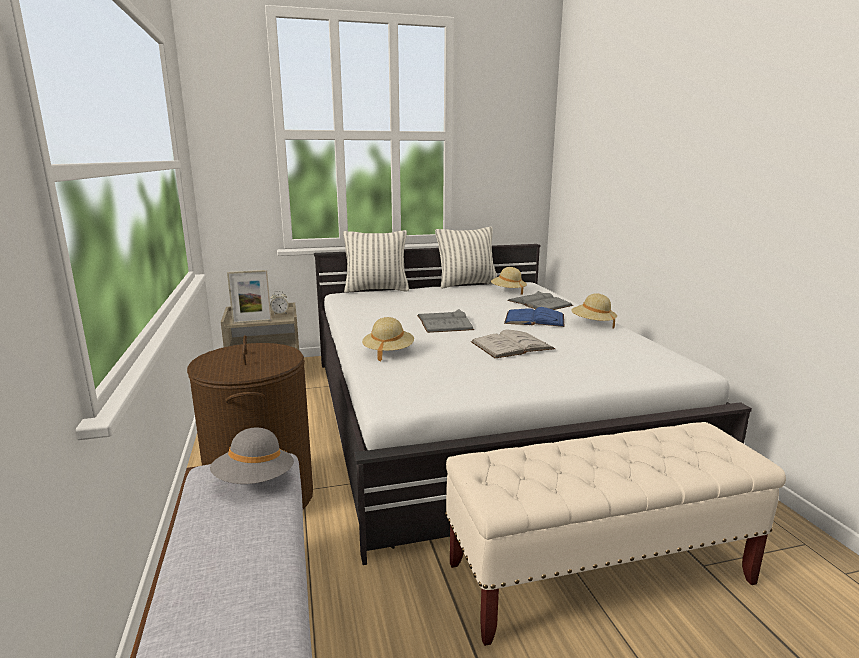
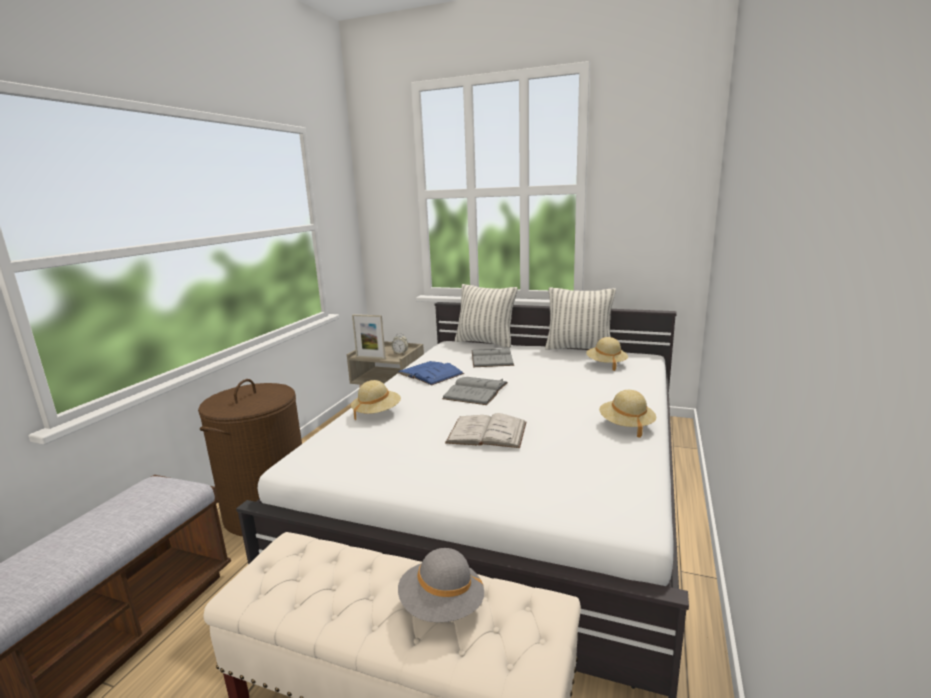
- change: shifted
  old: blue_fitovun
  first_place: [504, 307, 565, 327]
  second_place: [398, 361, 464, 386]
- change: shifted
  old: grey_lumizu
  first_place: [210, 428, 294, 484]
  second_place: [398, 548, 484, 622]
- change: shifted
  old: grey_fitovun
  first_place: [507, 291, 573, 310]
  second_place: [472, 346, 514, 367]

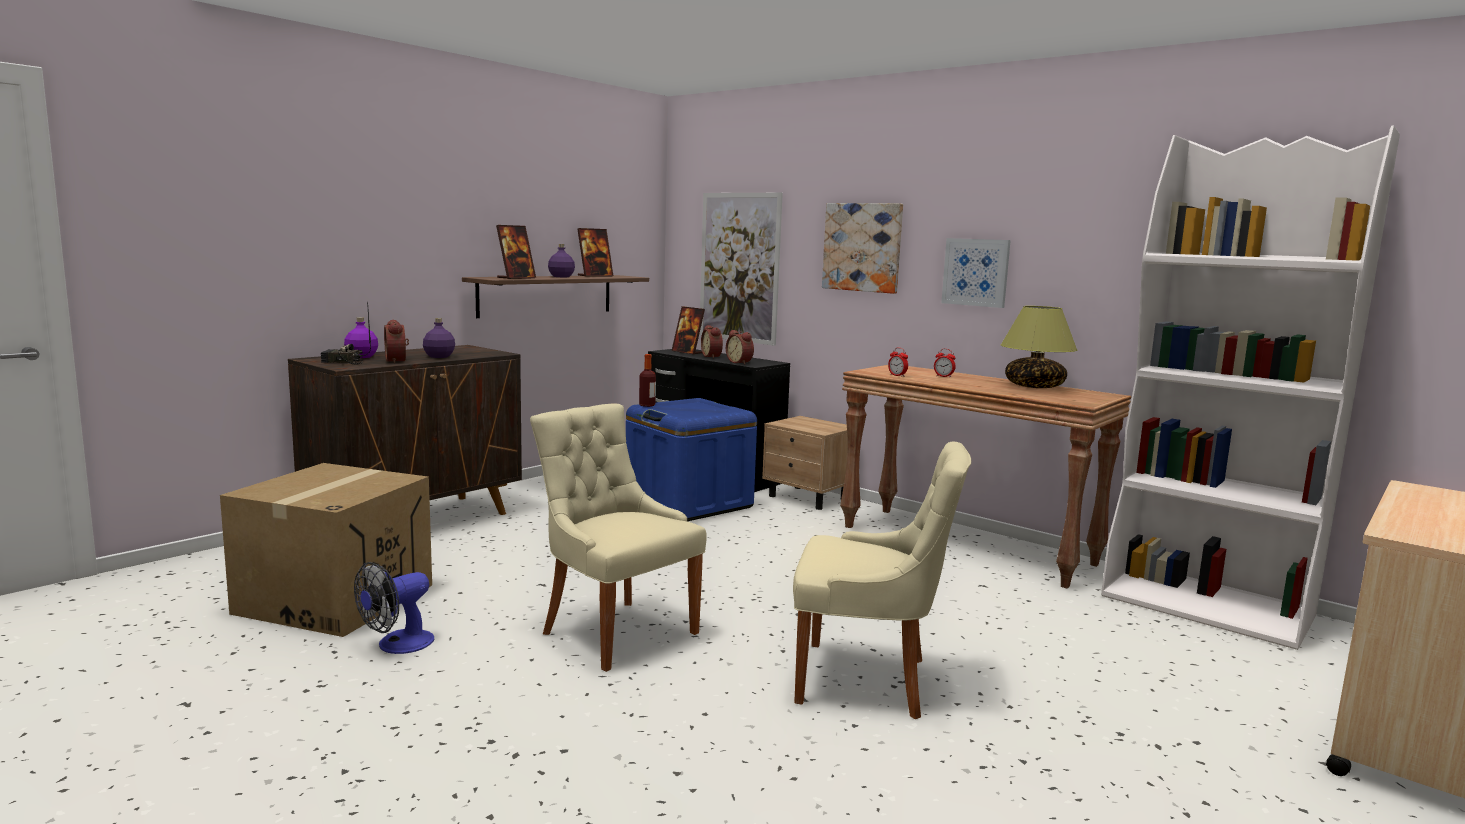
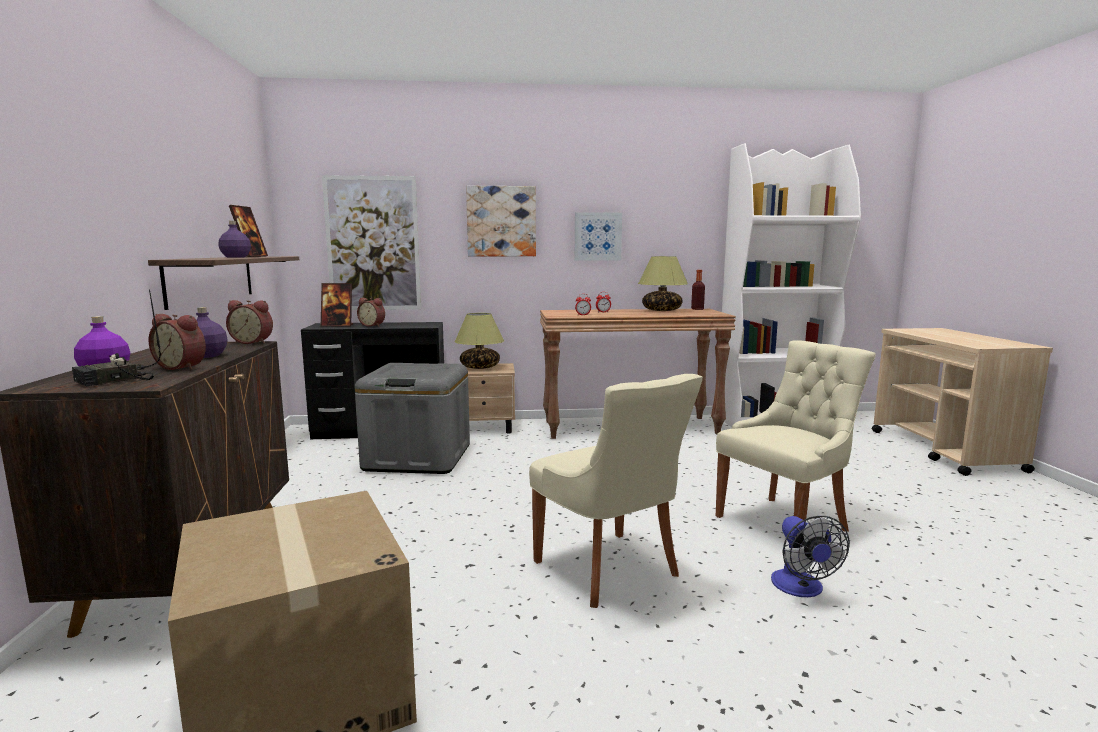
- change: shifted
  old: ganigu
  first_place: [726, 330, 754, 364]
  second_place: [226, 300, 273, 344]
- change: repainted
  old: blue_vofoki
  new: grey_vofoki
  first_place: [626, 398, 757, 521]
  second_place: [355, 363, 470, 474]
- change: new
  new: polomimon
  second_place: [454, 313, 504, 369]
- change: rotated
  old: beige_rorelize
  first_place: [530, 404, 707, 672]
  second_place: [529, 374, 703, 608]
  degrees: -120
- change: shifted
  old: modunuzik
  first_place: [639, 354, 656, 407]
  second_place: [691, 270, 705, 310]
- change: shifted
  old: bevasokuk
  first_place: [354, 562, 434, 654]
  second_place: [771, 516, 850, 597]
- change: gone
  old: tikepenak
  first_place: [496, 225, 536, 279]

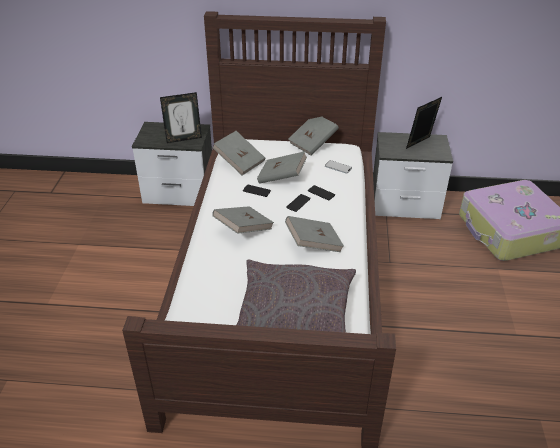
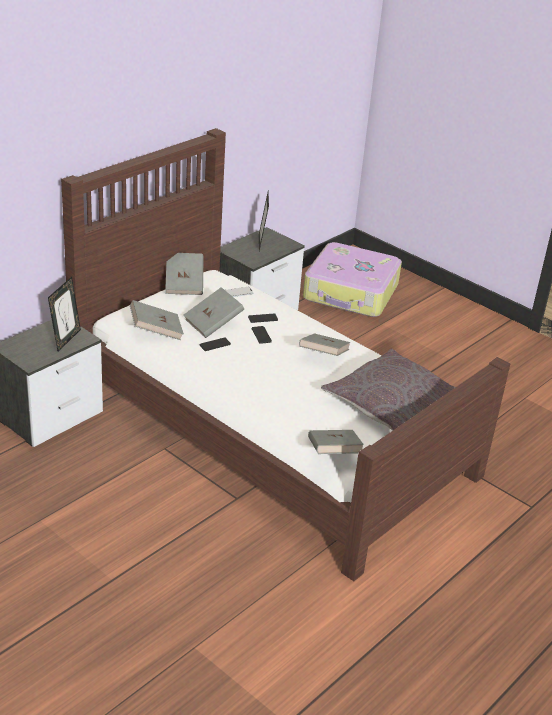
- change: shifted
  old: grey_fitovun
  first_place: [212, 206, 274, 234]
  second_place: [308, 430, 364, 454]

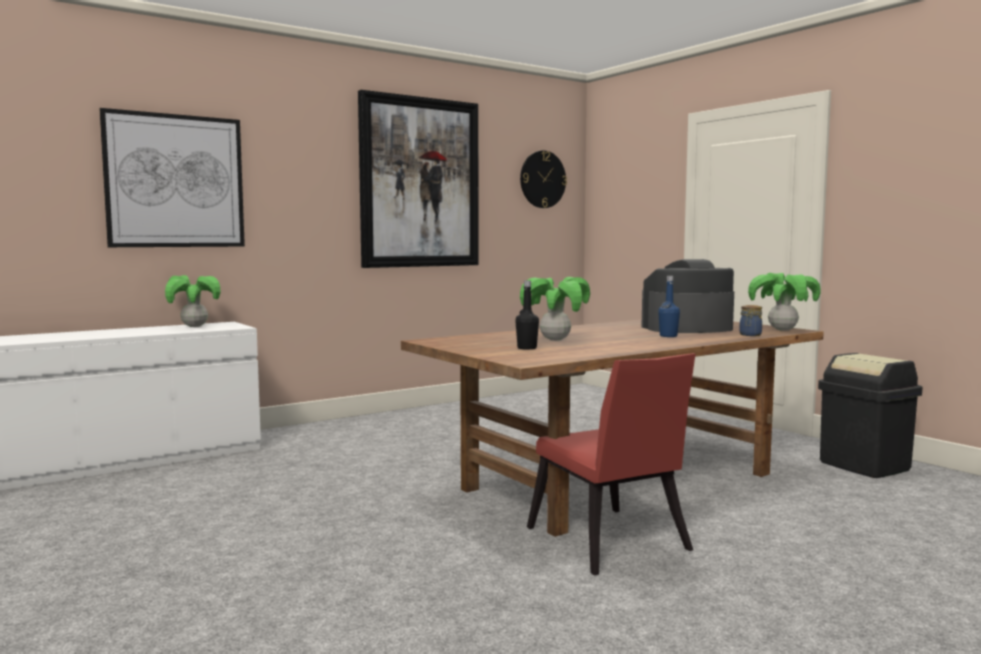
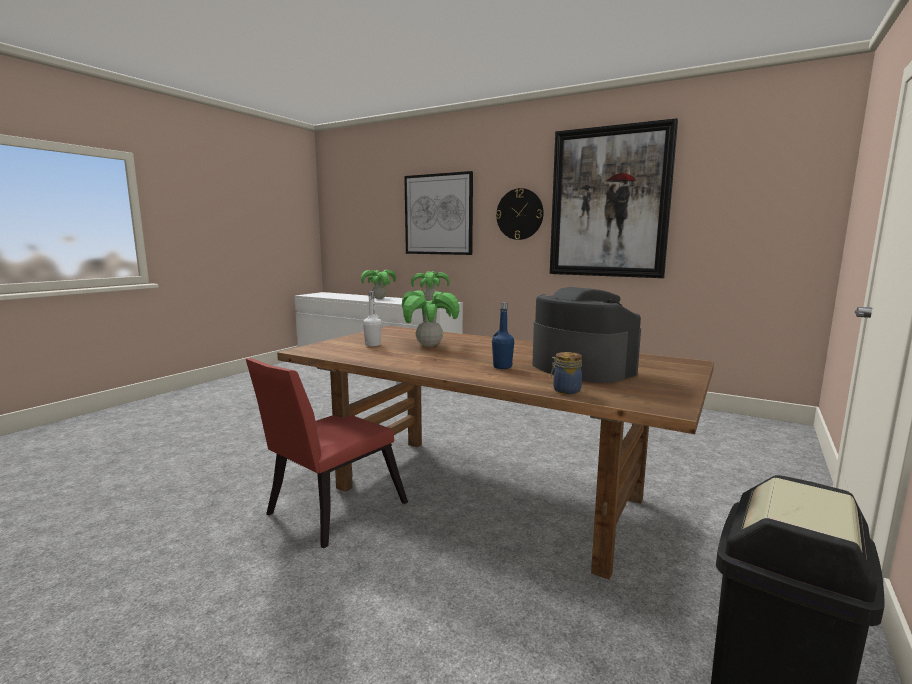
- change: shifted
  old: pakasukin
  first_place: [748, 273, 821, 331]
  second_place: [361, 270, 396, 299]
- change: repainted
  old: black_modunuzik
  new: white_modunuzik
  first_place: [515, 280, 539, 350]
  second_place: [363, 291, 382, 346]
- change: shifted
  old: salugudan
  first_place: [520, 151, 567, 208]
  second_place: [496, 188, 544, 240]

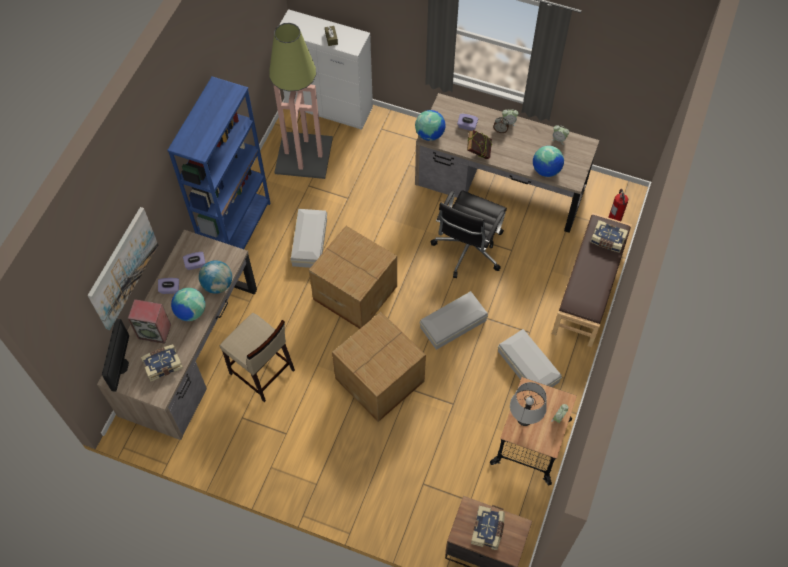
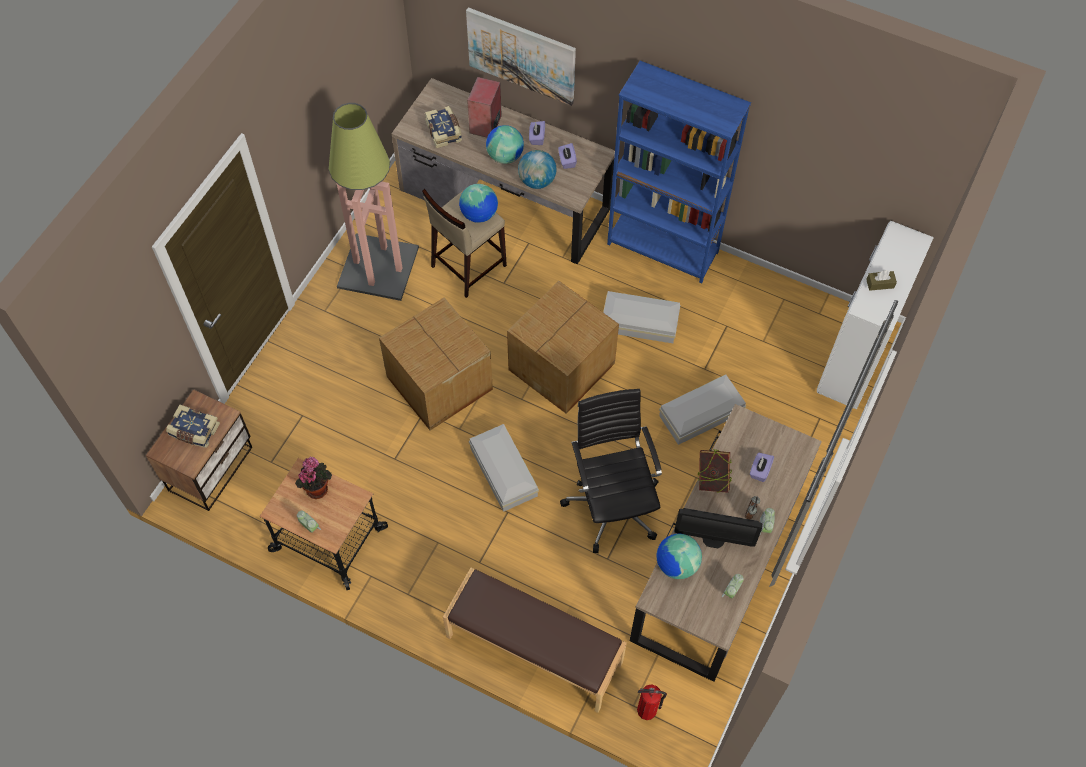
- change: swapped
  old: grey_polomimon
  new: pakasukin
  first_place: [510, 382, 547, 426]
  second_place: [295, 457, 332, 499]
- change: shifted
  old: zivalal
  first_place: [269, 23, 333, 179]
  second_place: [328, 103, 419, 301]
- change: shifted
  old: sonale
  first_place: [415, 110, 446, 141]
  second_place: [459, 184, 498, 223]
- change: rotated
  old: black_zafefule
  first_place: [431, 190, 507, 278]
  second_place: [560, 389, 662, 553]
  degrees: 45
- change: shifted
  old: white_vofoki
  first_place: [498, 329, 562, 387]
  second_place: [659, 375, 746, 445]
- change: shifted
  old: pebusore
  first_place: [102, 319, 129, 392]
  second_place: [675, 508, 762, 549]
- change: gone
  old: fitovun
  first_place: [590, 220, 628, 253]

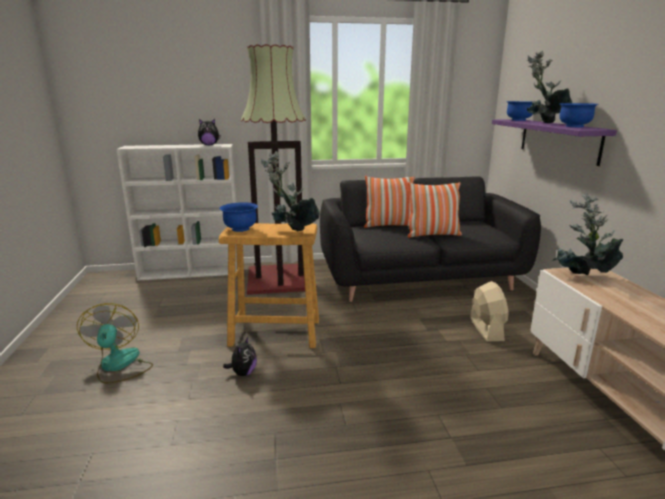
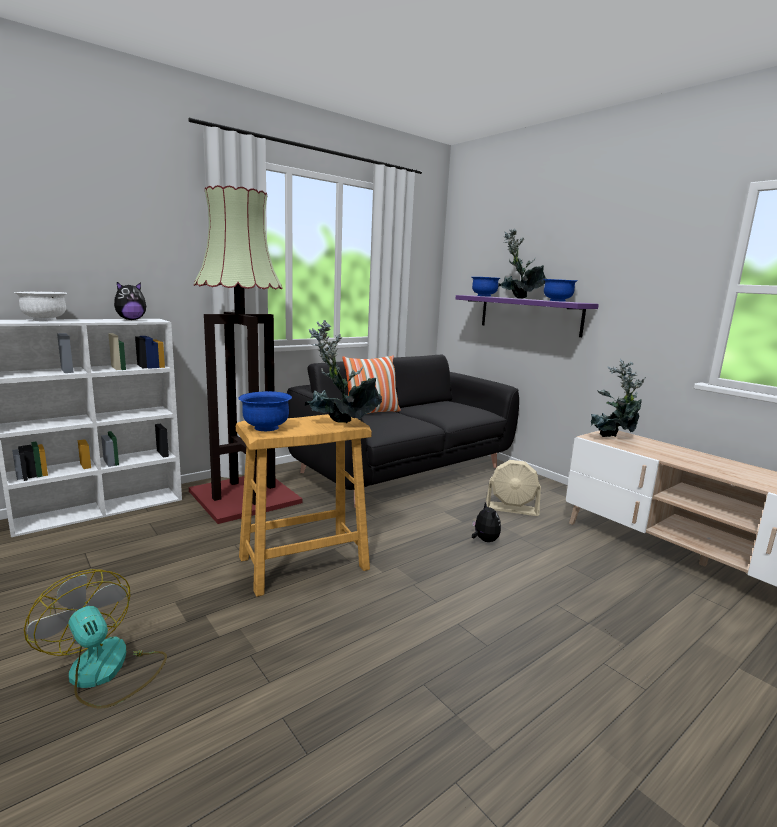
- change: new
  new: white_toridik
  second_place: [14, 292, 67, 321]
- change: shifted
  old: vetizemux
  first_place: [223, 337, 257, 376]
  second_place: [472, 502, 501, 542]
- change: rotated
  old: beige_bevasokuk
  first_place: [470, 281, 509, 342]
  second_place: [486, 460, 541, 516]
  degrees: 135
- change: gone
  old: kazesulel
  first_place: [408, 182, 462, 238]

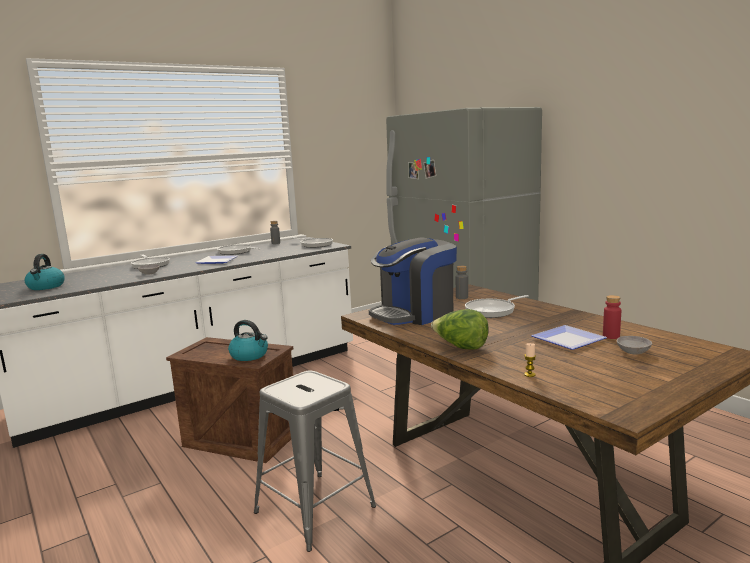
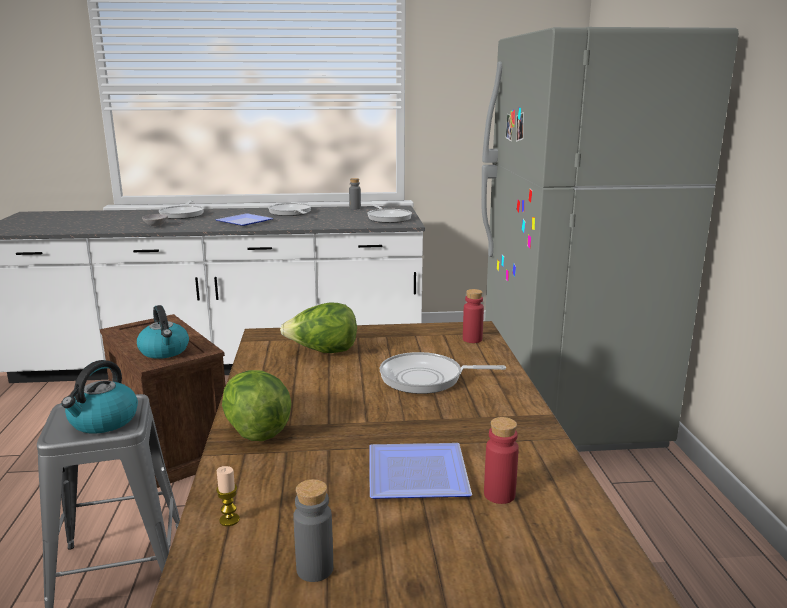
- change: shifted
  old: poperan
  first_place: [25, 254, 65, 290]
  second_place: [61, 360, 138, 433]
- change: swapped
  old: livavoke
  new: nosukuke
  first_place: [369, 237, 457, 325]
  second_place: [280, 302, 357, 353]
- change: shifted
  old: grey_modunuzik
  first_place: [456, 266, 468, 299]
  second_place: [293, 479, 333, 582]
- change: new
  new: red_modunuzik
  second_place: [463, 289, 484, 343]
- change: gone
  old: grey_toridik
  first_place: [617, 336, 652, 354]

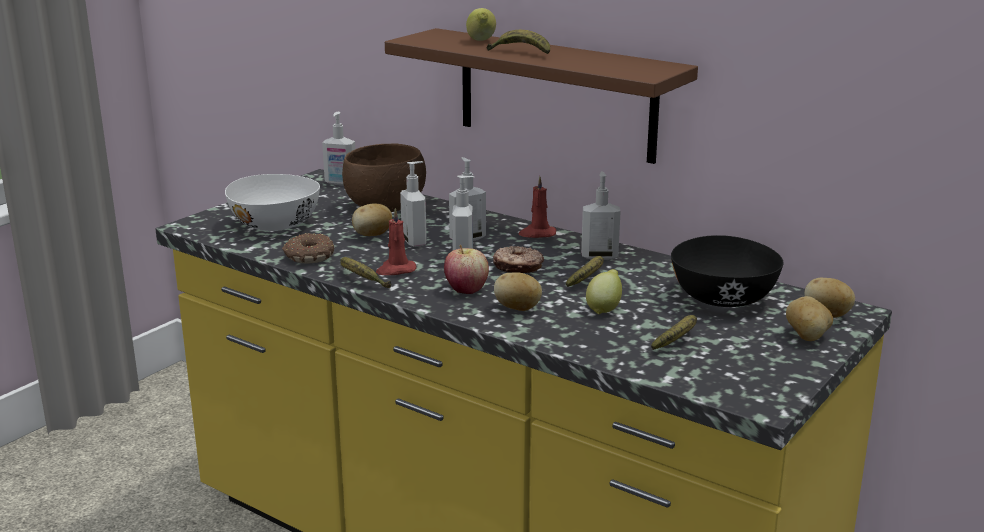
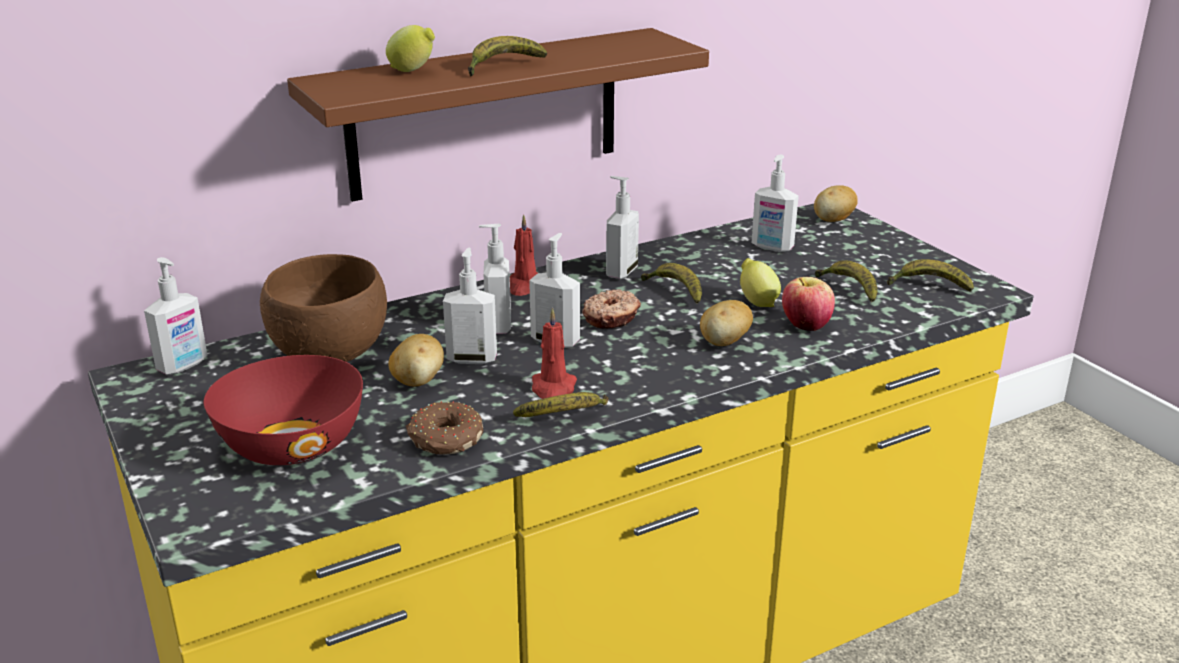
- change: repainted
  old: white_toridik
  new: red_toridik
  first_place: [225, 174, 320, 231]
  second_place: [204, 355, 363, 465]
- change: swapped
  old: black_toridik
  new: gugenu
  first_place: [671, 235, 784, 307]
  second_place: [752, 155, 799, 252]
- change: shifted
  old: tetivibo
  first_place: [444, 245, 489, 294]
  second_place: [782, 277, 835, 331]
- change: new
  new: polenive
  second_place: [887, 259, 974, 292]
- change: gone
  old: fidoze
  first_place: [786, 296, 833, 341]

